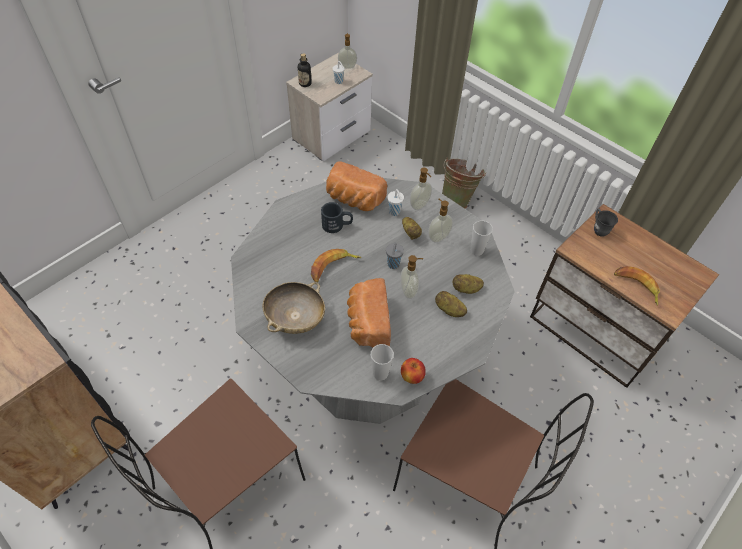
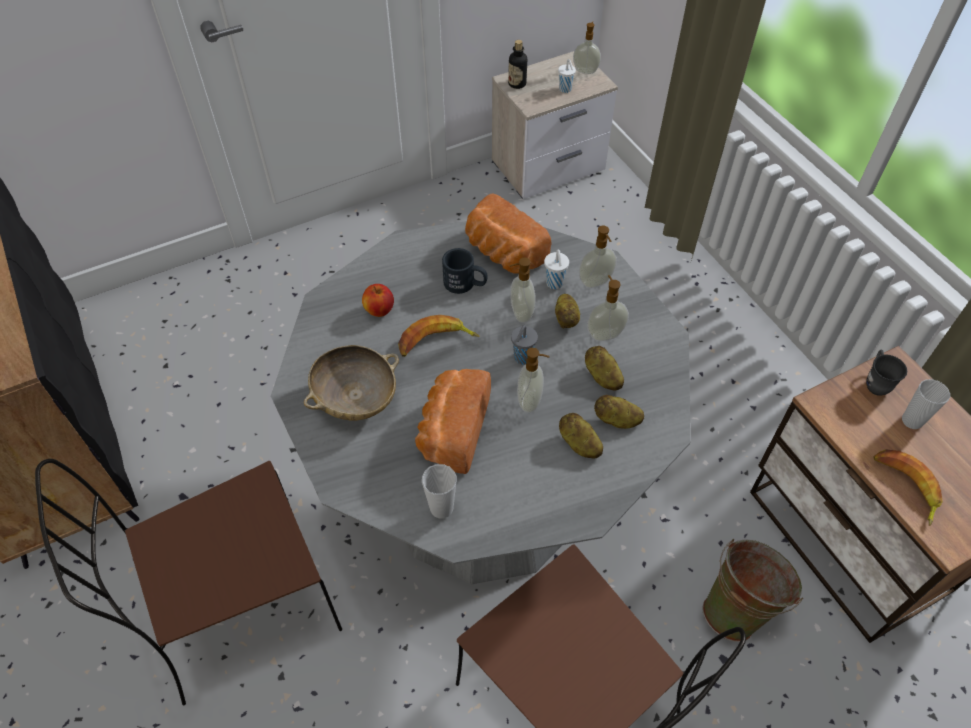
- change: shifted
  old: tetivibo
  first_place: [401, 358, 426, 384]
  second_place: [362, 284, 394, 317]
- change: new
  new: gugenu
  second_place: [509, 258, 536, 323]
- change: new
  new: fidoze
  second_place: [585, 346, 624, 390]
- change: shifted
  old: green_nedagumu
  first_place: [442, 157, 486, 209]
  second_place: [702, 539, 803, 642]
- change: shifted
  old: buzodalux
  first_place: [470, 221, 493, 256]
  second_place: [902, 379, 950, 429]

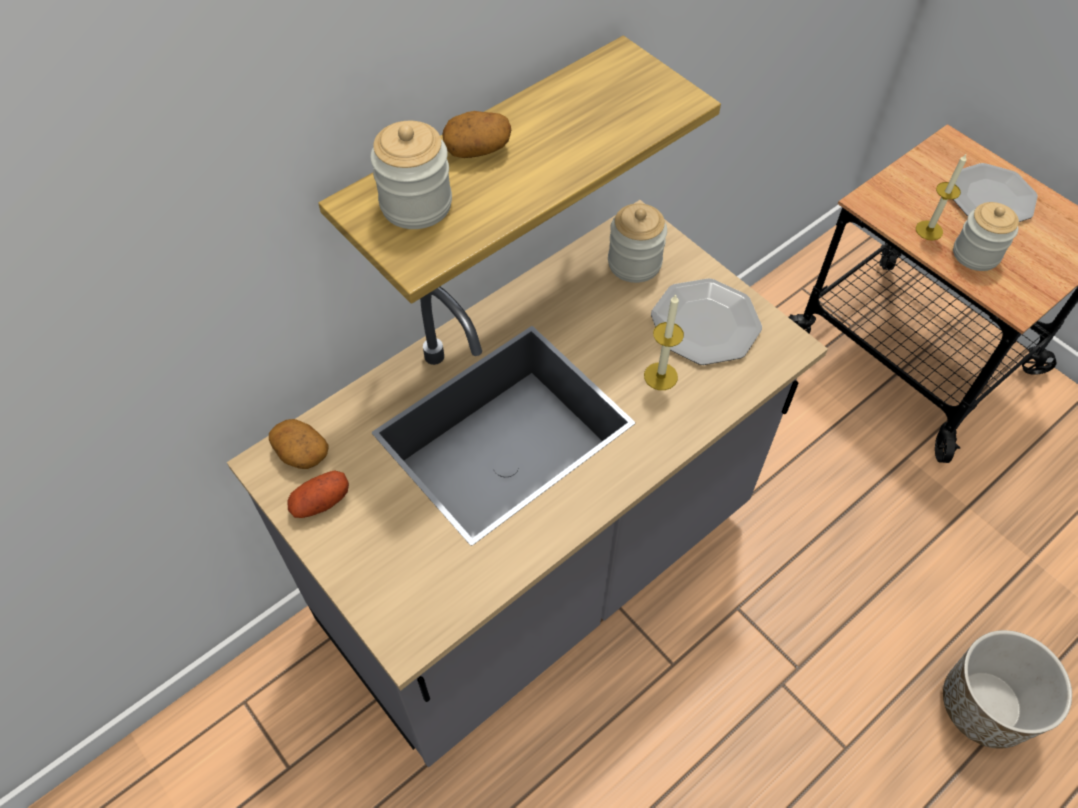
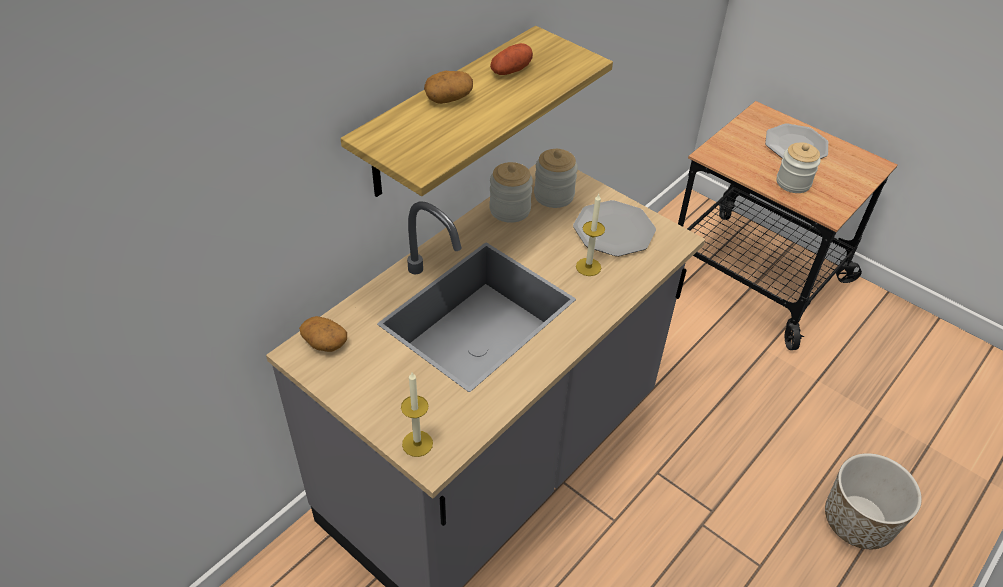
- change: shifted
  old: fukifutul
  first_place: [916, 154, 967, 241]
  second_place: [401, 373, 433, 457]
- change: shifted
  old: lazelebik
  first_place: [370, 121, 452, 229]
  second_place: [489, 162, 533, 223]
- change: shifted
  old: fidoze
  first_place: [287, 470, 349, 518]
  second_place: [490, 43, 533, 75]

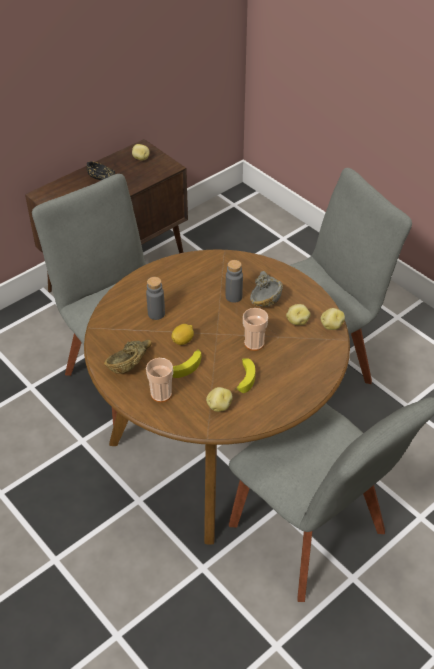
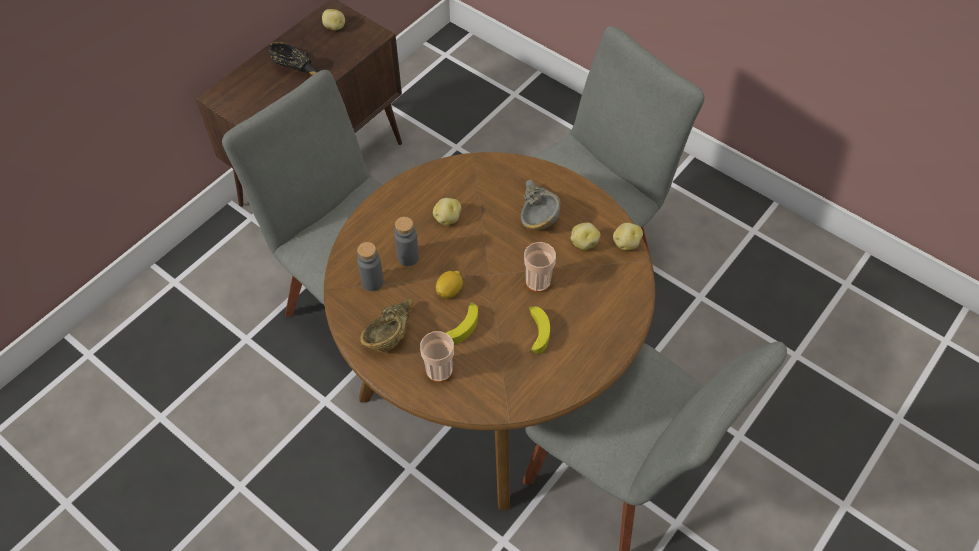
- change: shifted
  old: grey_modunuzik
  first_place: [226, 260, 243, 303]
  second_place: [357, 242, 384, 291]
- change: shifted
  old: fidoze
  first_place: [206, 387, 233, 412]
  second_place: [433, 198, 461, 225]

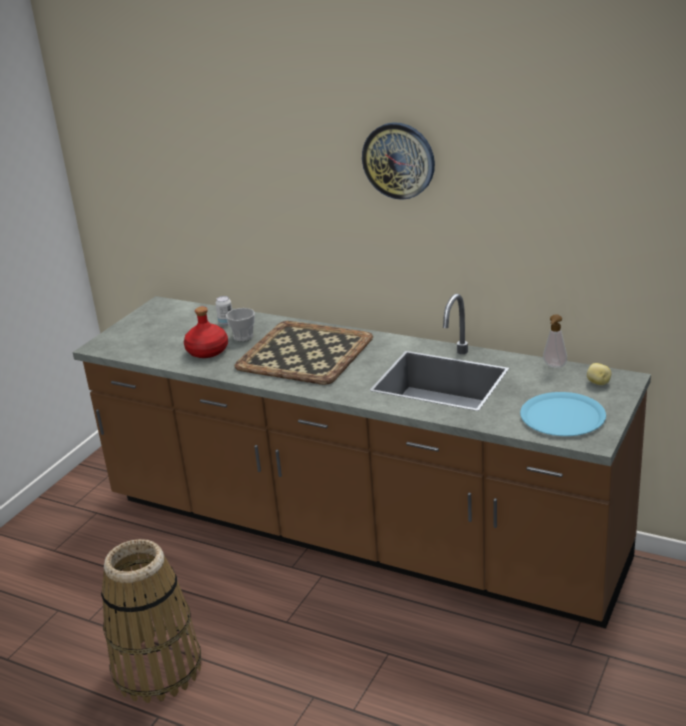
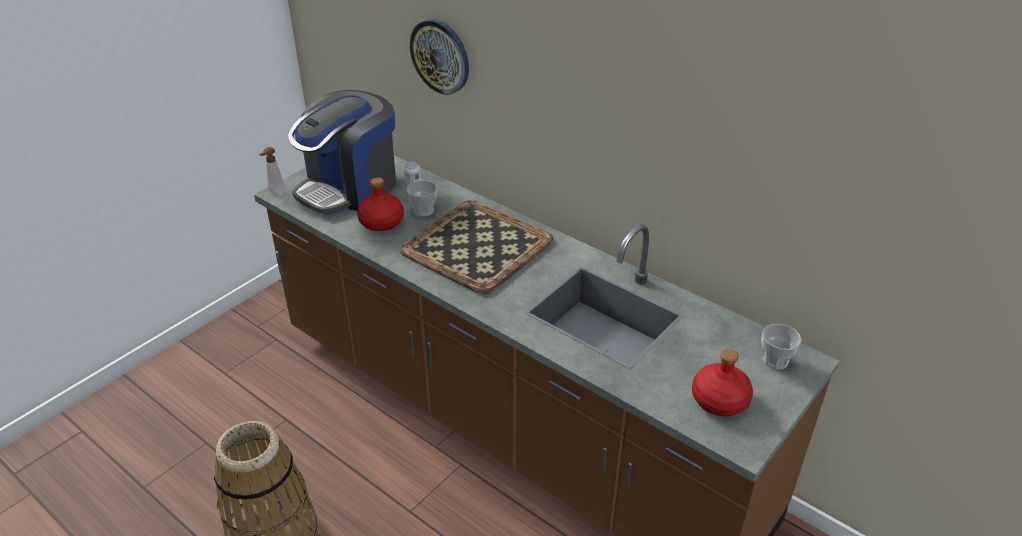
- change: shifted
  old: gugenu
  first_place: [543, 314, 567, 368]
  second_place: [259, 147, 285, 196]
- change: new
  new: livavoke
  second_place: [288, 90, 396, 215]
- change: shifted
  old: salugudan
  first_place: [362, 122, 435, 200]
  second_place: [410, 19, 469, 95]
- change: swapped
  old: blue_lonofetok
  new: red_modunuzik
  first_place: [520, 392, 606, 436]
  second_place: [692, 349, 753, 416]
- change: swapped
  old: fidoze
  new: buzodalux
  first_place: [587, 363, 611, 385]
  second_place: [762, 324, 802, 370]

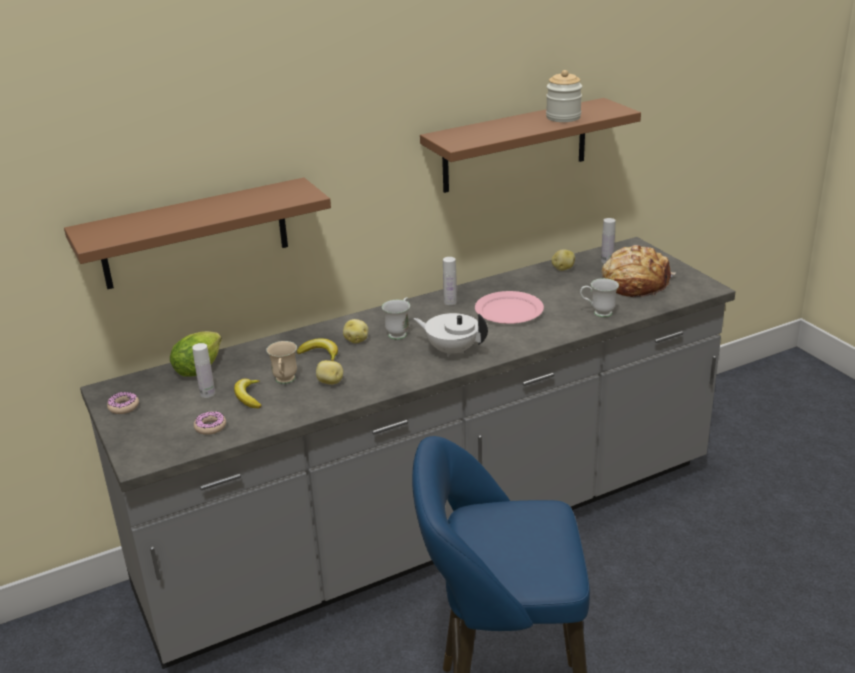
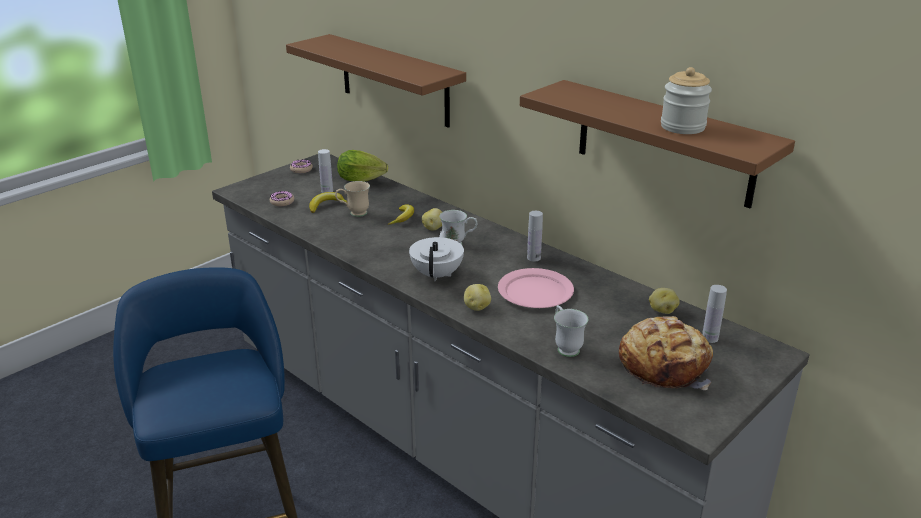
- change: shifted
  old: fidoze
  first_place: [316, 360, 343, 385]
  second_place: [464, 284, 491, 311]

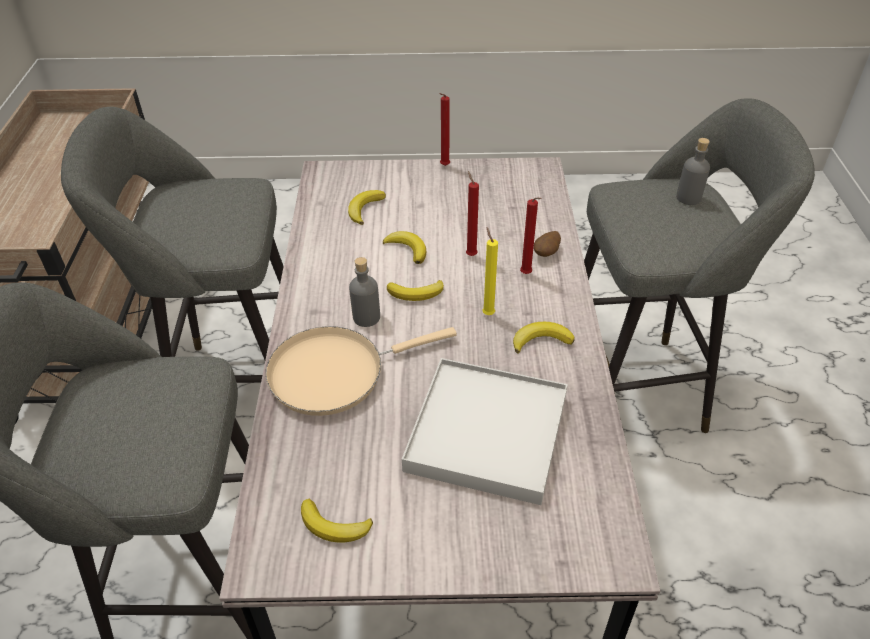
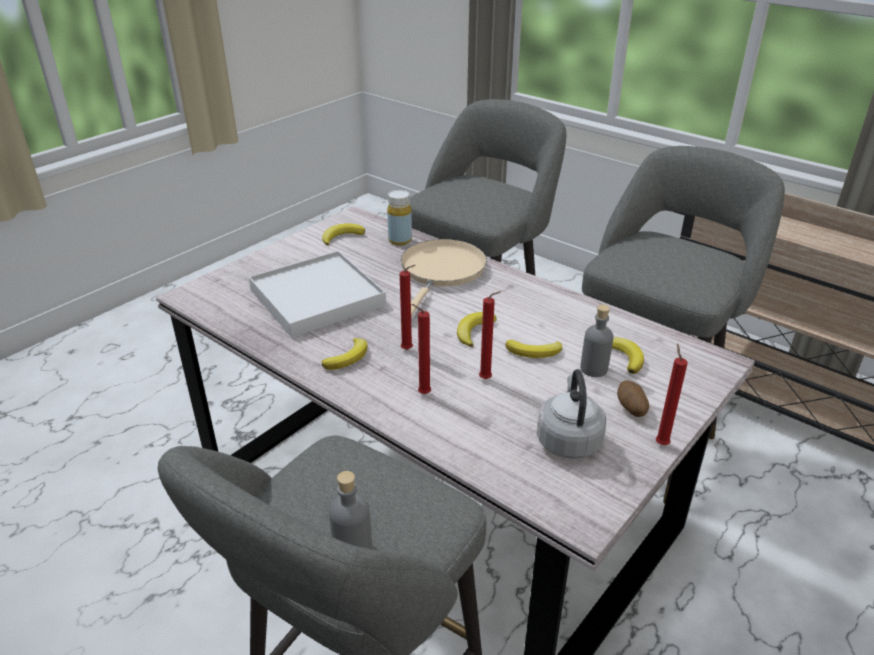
- change: new
  new: yellow_modunuzik
  second_place: [387, 190, 412, 246]
- change: repainted
  old: yellow_fukifutul
  new: red_fukifutul
  first_place: [482, 227, 498, 315]
  second_place: [400, 265, 415, 350]
- change: new
  new: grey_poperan
  second_place: [537, 369, 606, 459]
- change: shifted
  old: grey_modunuzik
  first_place: [349, 257, 380, 327]
  second_place: [580, 305, 614, 377]
- change: shifted
  old: fidoze
  first_place: [534, 231, 561, 257]
  second_place: [617, 381, 649, 417]

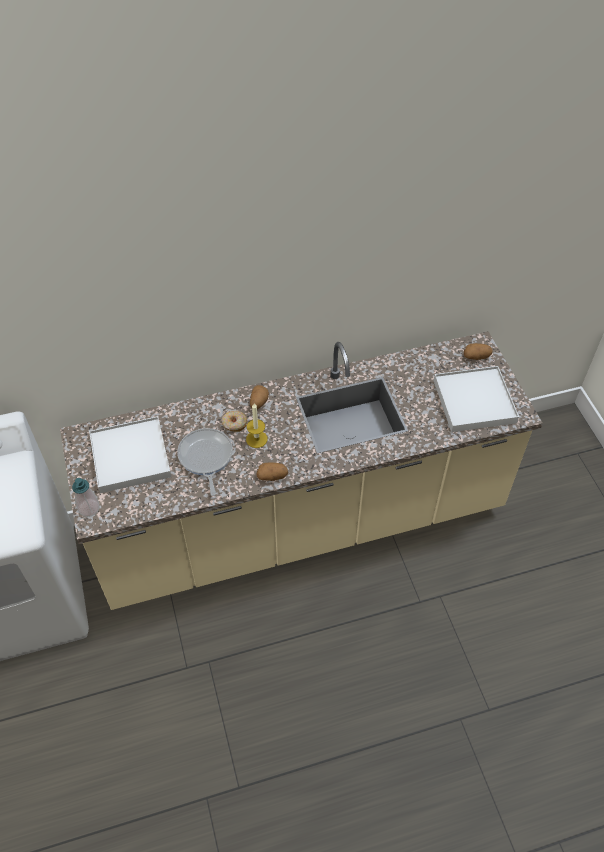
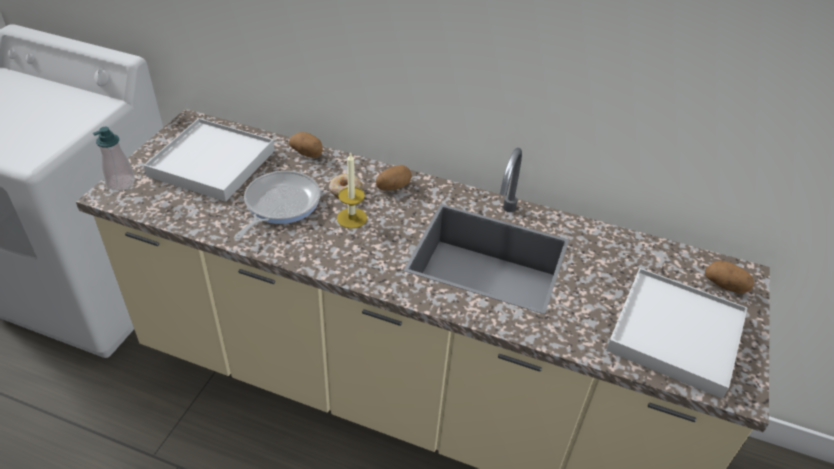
- change: shifted
  old: fidoze
  first_place: [256, 462, 288, 481]
  second_place: [289, 132, 323, 158]

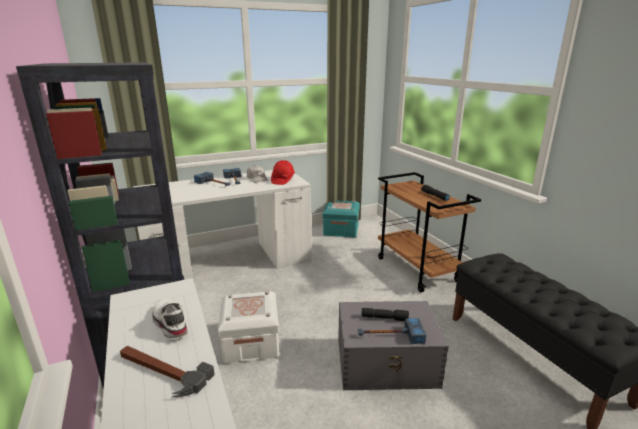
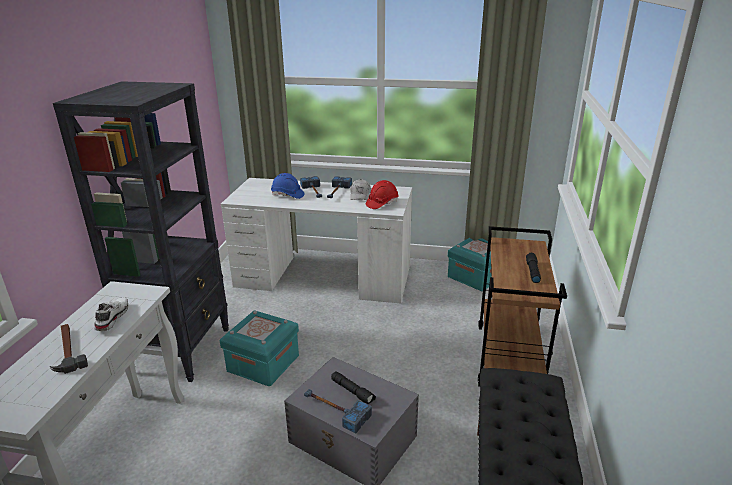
- change: repainted
  old: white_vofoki
  new: turquoise_vofoki
  first_place: [218, 291, 279, 363]
  second_place: [220, 310, 299, 386]
- change: new
  new: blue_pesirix
  second_place: [271, 173, 305, 199]

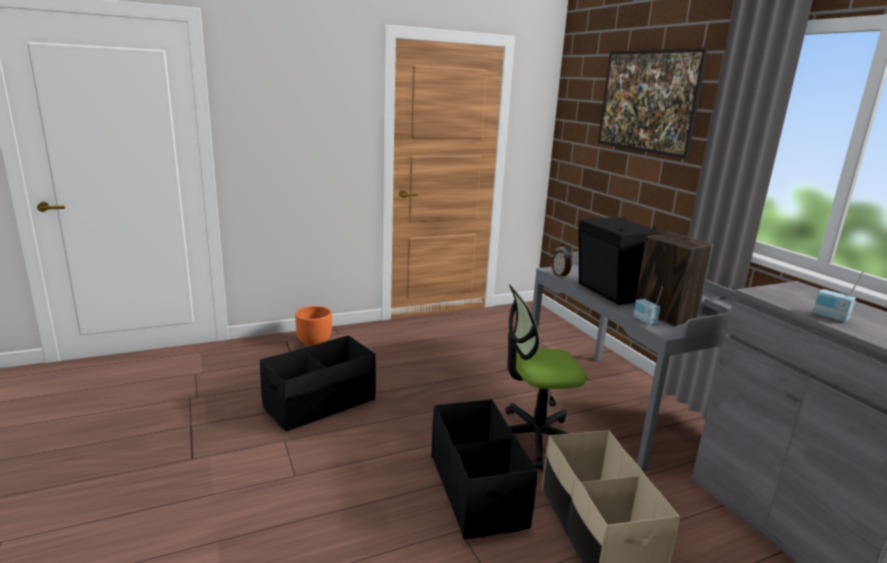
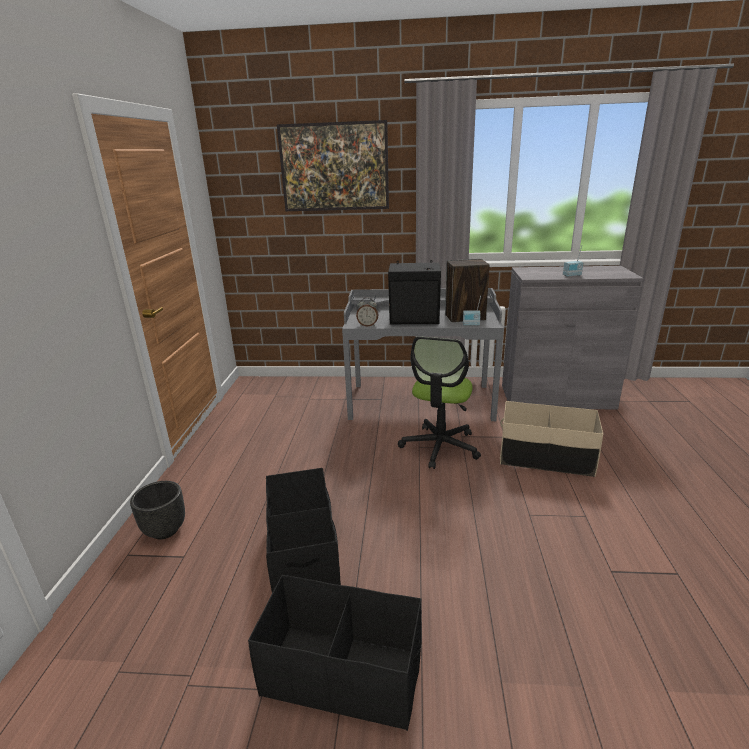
- change: repainted
  old: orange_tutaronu
  new: black_tutaronu
  first_place: [295, 306, 332, 347]
  second_place: [130, 481, 185, 539]
- change: shifted
  old: black_vofoki
  first_place: [431, 399, 537, 539]
  second_place: [248, 575, 422, 731]

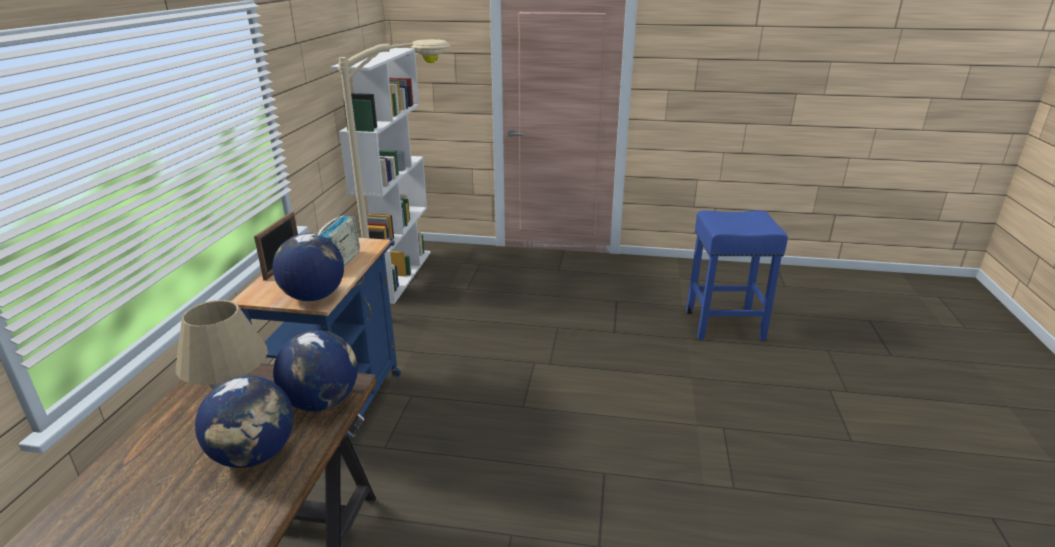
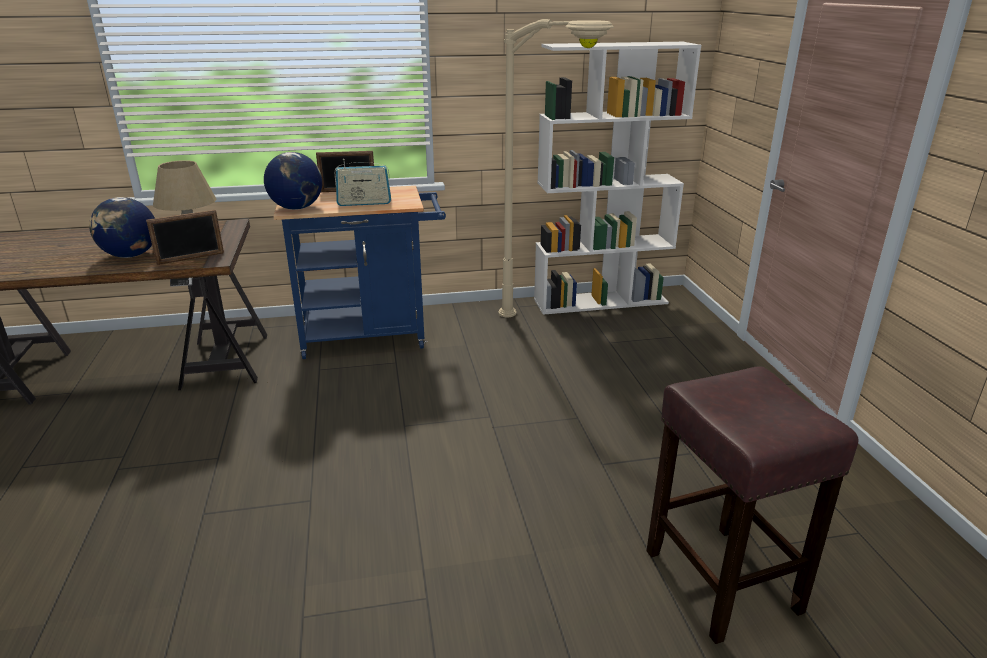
- change: swapped
  old: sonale
  new: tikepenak
  first_place: [273, 330, 358, 411]
  second_place: [146, 210, 224, 265]
- change: repainted
  old: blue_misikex
  new: brown_misikex
  first_place: [686, 210, 788, 340]
  second_place: [647, 366, 859, 644]

